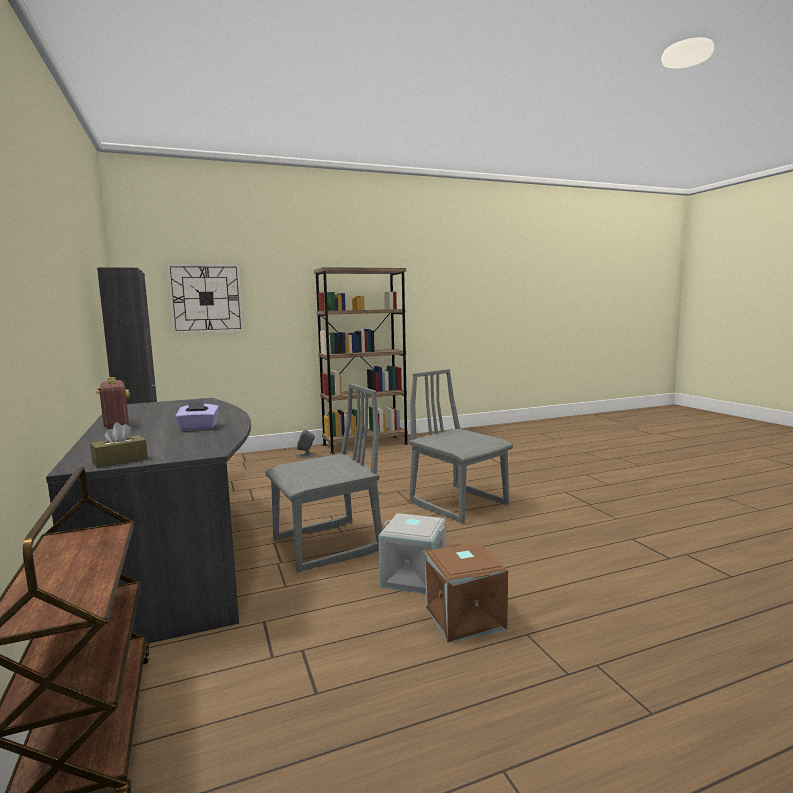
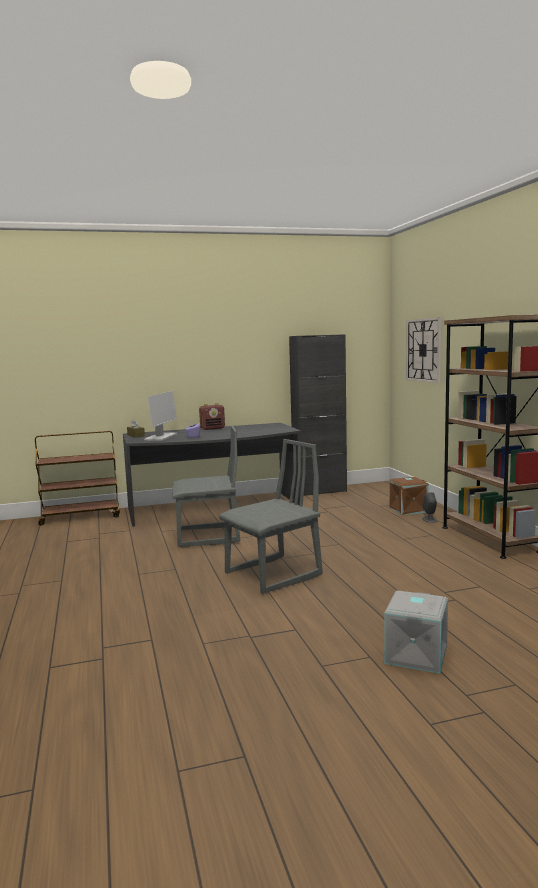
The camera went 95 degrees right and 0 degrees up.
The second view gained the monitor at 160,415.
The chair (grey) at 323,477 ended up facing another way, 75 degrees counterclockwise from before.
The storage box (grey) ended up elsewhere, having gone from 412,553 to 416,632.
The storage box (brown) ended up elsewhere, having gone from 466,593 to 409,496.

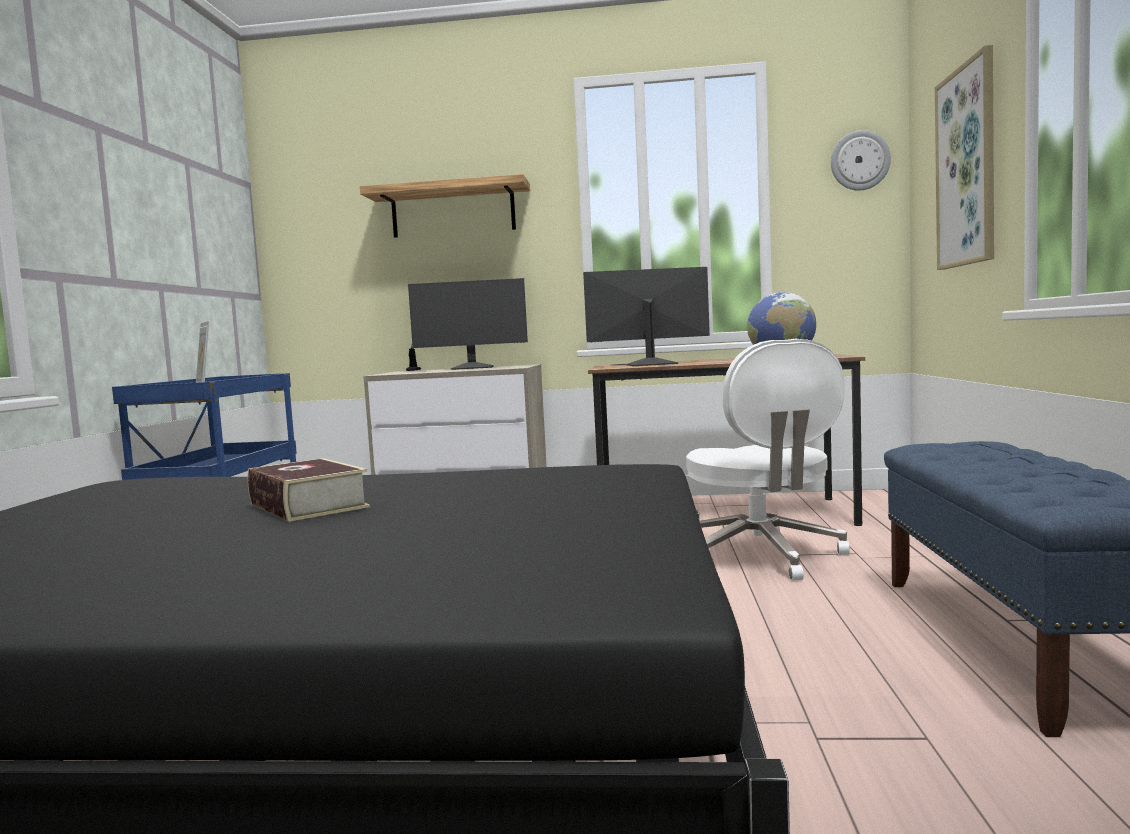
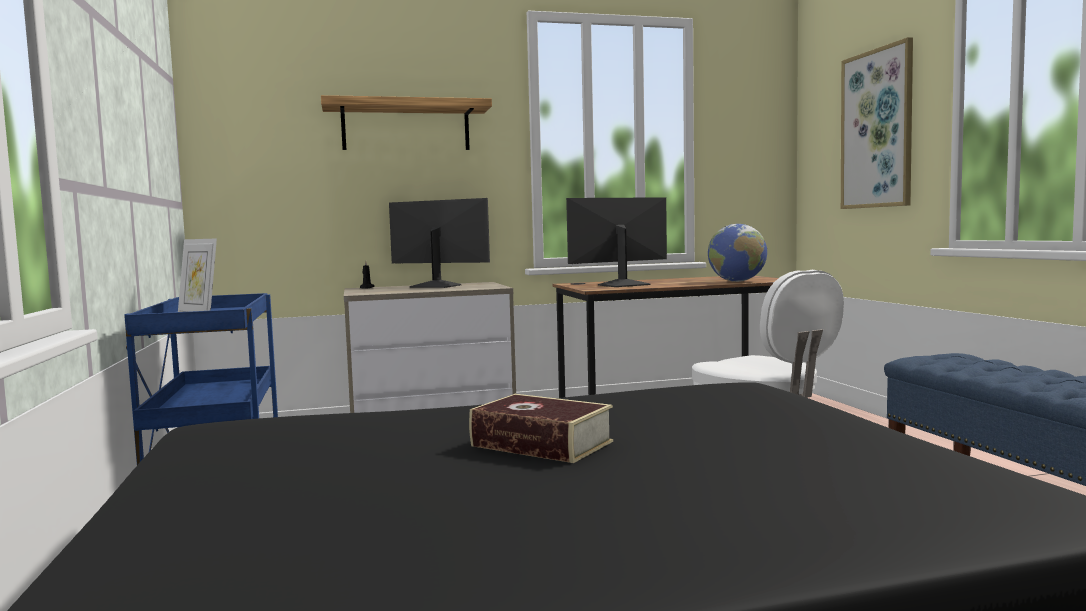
The camera went 20 degrees left and 0 degrees up.
The monitor at 468,324 ended up facing another way, 135 degrees counterclockwise from before.
The second view lost the wall clock at 861,160.

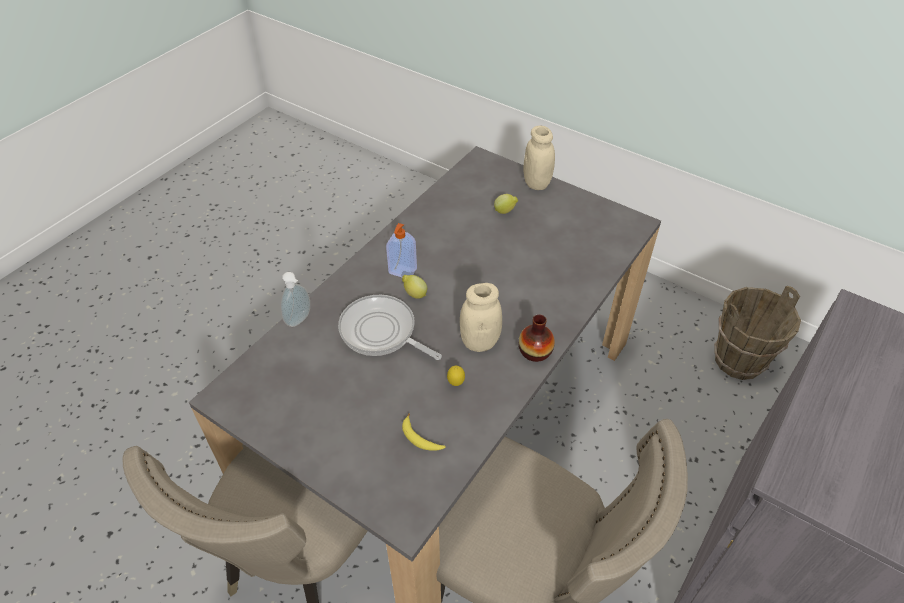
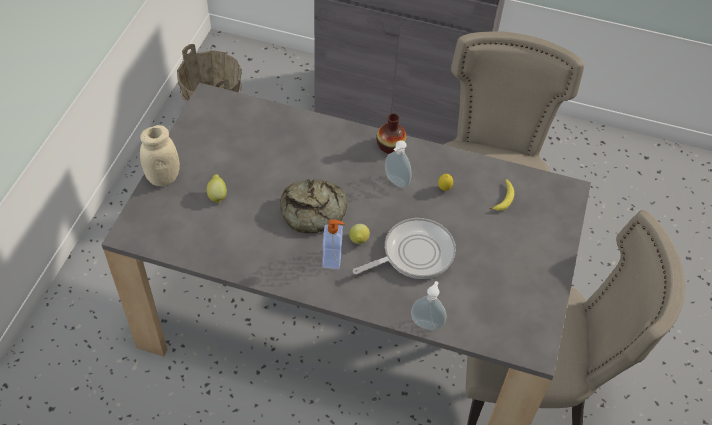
The camera went 110 degrees left and 5 degrees up.
The second view gained the bread at 313,206.
The frying pan at 390,327 ended up facing another way, 135 degrees counterclockwise from before.
Where the jar (beige) stood at 481,317, the soap dispenser came to stand at 398,164.

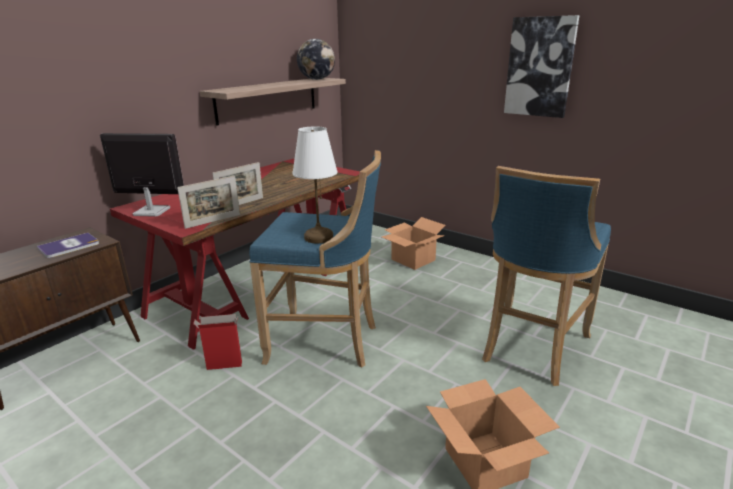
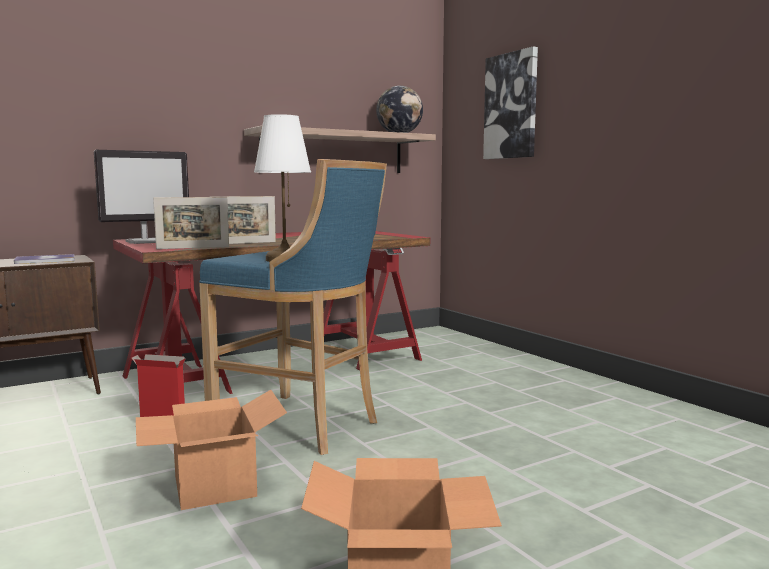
The camera went 20 degrees right and 15 degrees down.
The monitor at 142,175 ended up facing another way, 120 degrees clockwise from before.
The cardboard box ended up elsewhere, having gone from 414,243 to 211,450.
The picture ended up elsewhere, having gone from 542,66 to 510,102.
The second view lost the stool (blue) at 546,276.

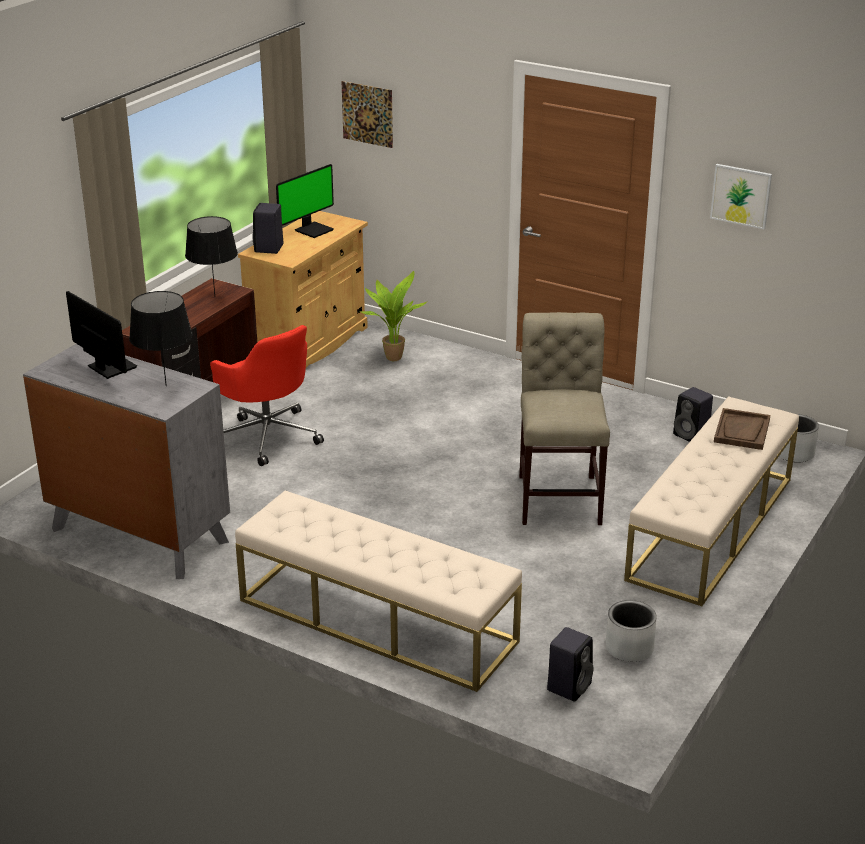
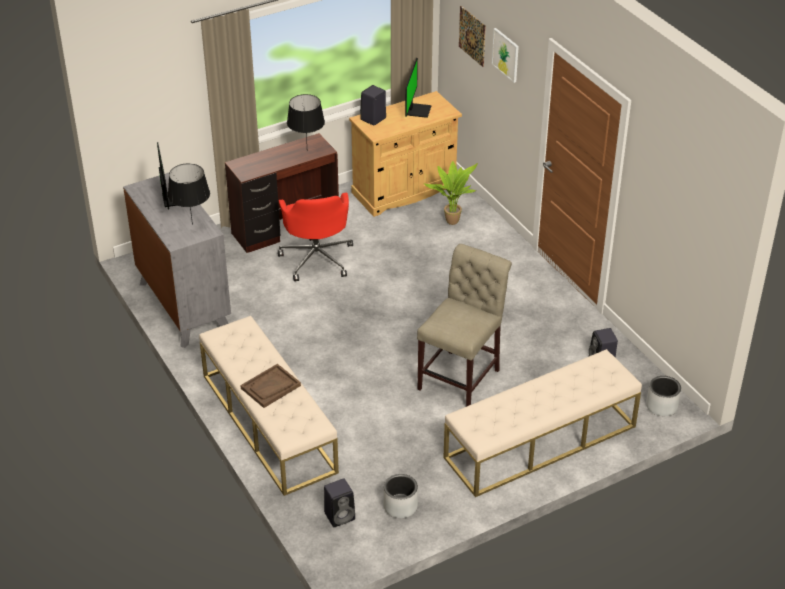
The camera went 30 degrees right and 10 degrees up.
The tray (brown) ended up elsewhere, having gone from 742,429 to 270,386.
The monitor at 305,201 ended up facing another way, 60 degrees counterclockwise from before.
The picture ended up elsewhere, having gone from 741,196 to 505,55.

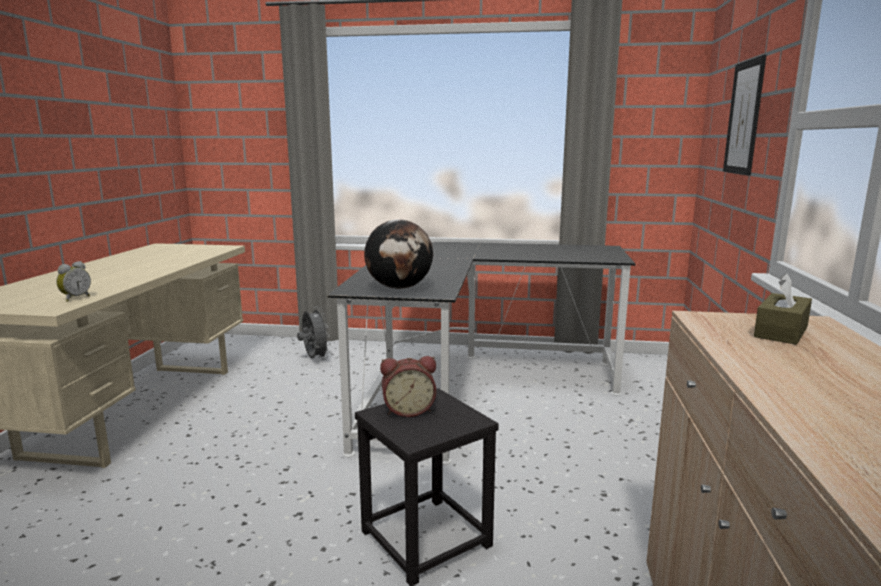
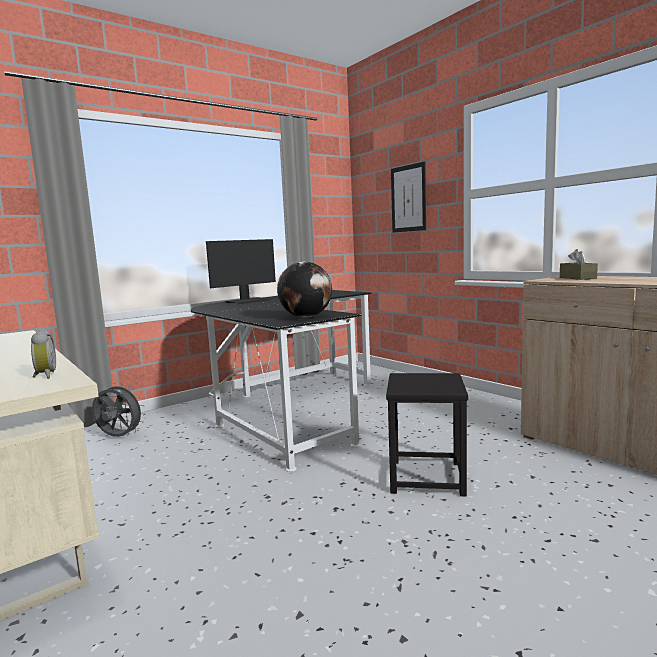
The camera went 45 degrees left and 5 degrees down.
The second view gained the monitor at 241,271.
The second view lost the alarm clock at 408,386.

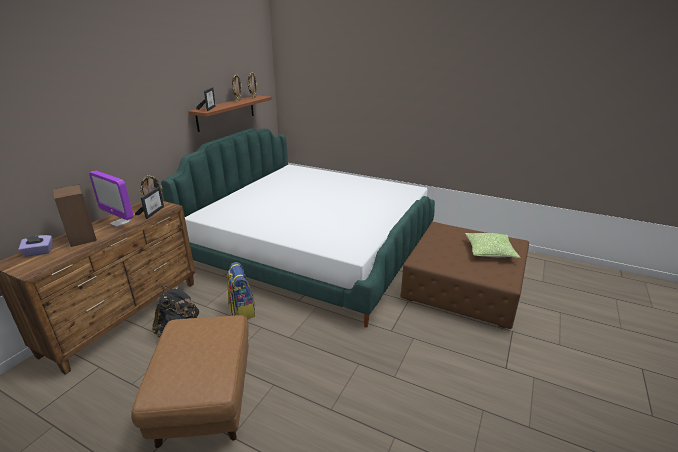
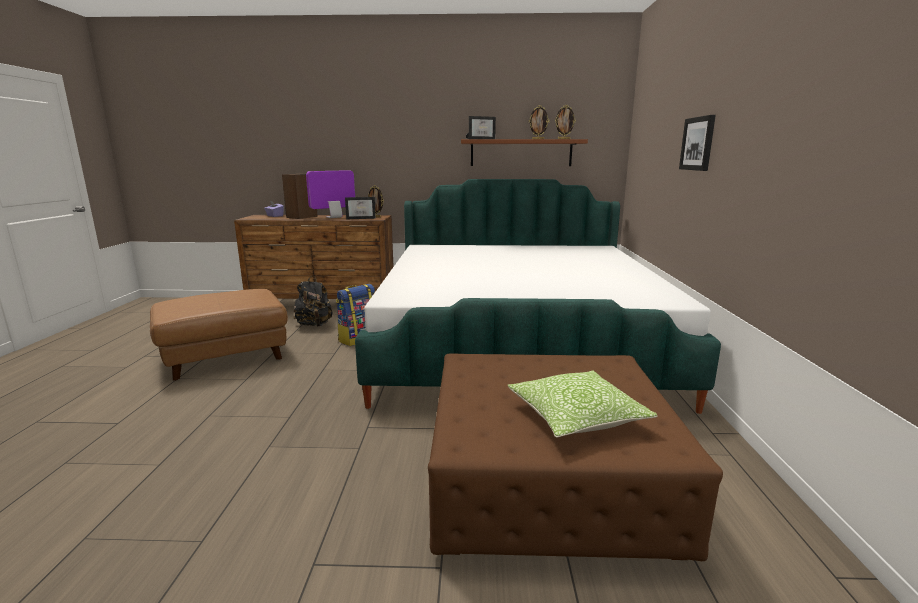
The camera went 65 degrees right and 10 degrees down.
The monitor at 111,199 ended up facing another way, 45 degrees clockwise from before.
The second view gained the picture at 697,143.

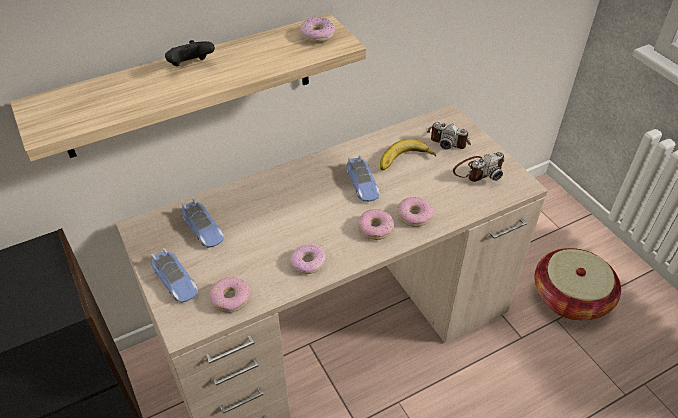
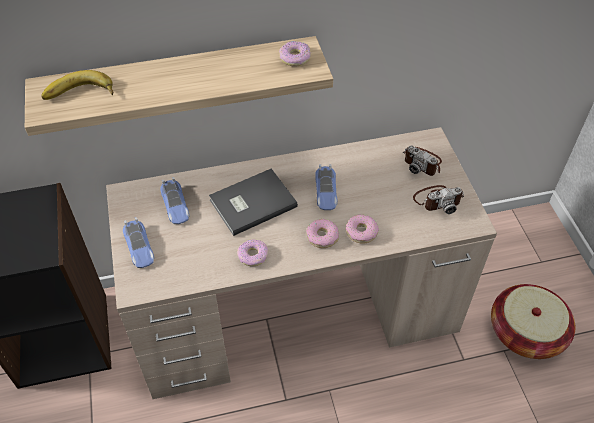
The camera went 15 degrees right and 5 degrees up.
The banana ended up elsewhere, having gone from 408,154 to 77,85.
The second view gained the book (grey) at 253,202.
The second view lost the game controller (black) at 190,53.
The second view lost the donut at 230,295.

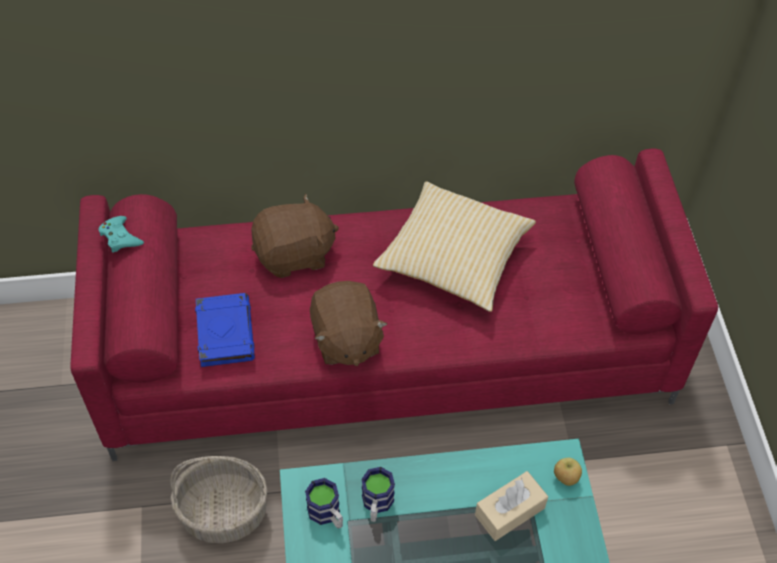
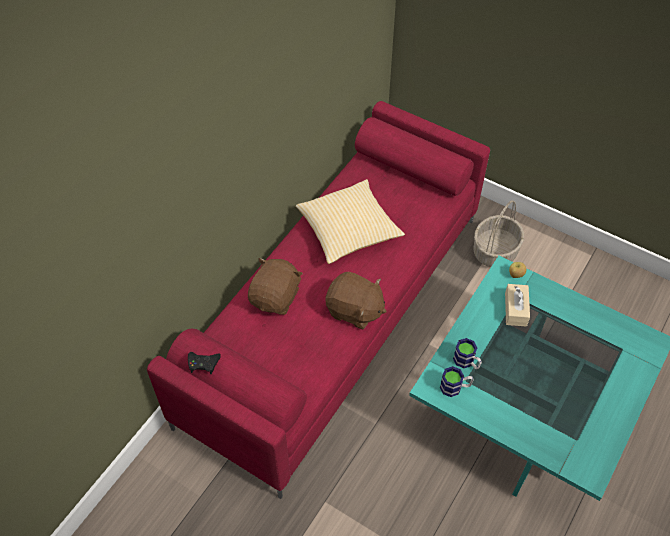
The camera went 50 degrees left and 0 degrees up.
What was the game controller (turquoise) at 121,234 turned into the game controller (black) at 204,363.
The basket ended up elsewhere, having gone from 219,499 to 498,233.
The second view lost the book (blue) at 225,330.

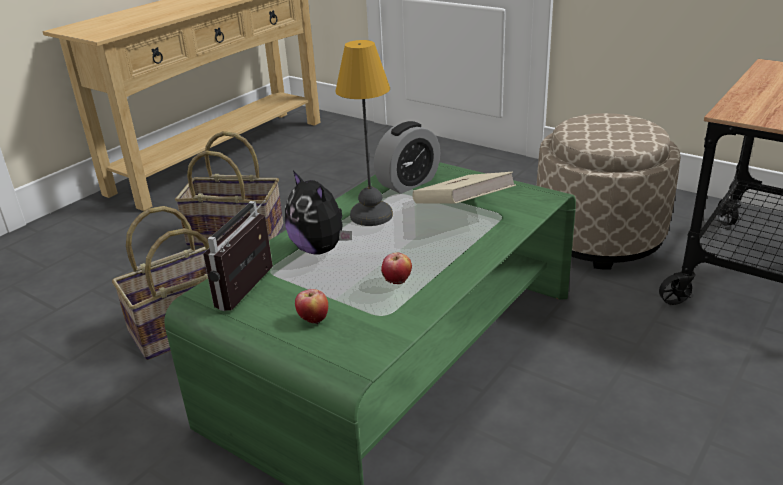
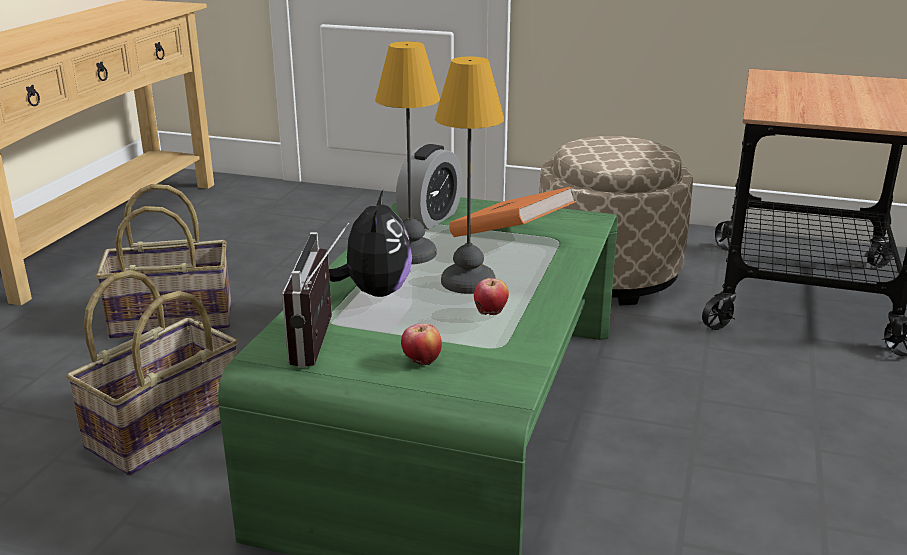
The camera went 20 degrees left and 5 degrees down.
The plush toy at 318,213 ended up facing another way, 120 degrees counterclockwise from before.
The second view gained the table lamp at 469,175.
What was the book (beige) at 464,188 turned into the book (orange) at 512,212.

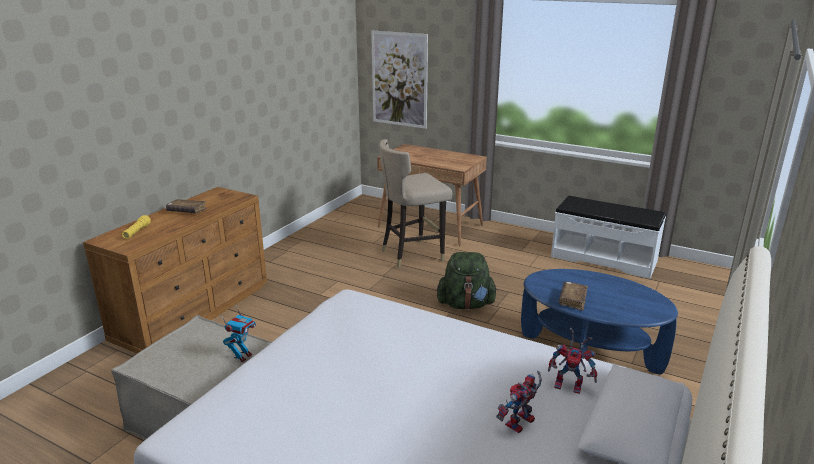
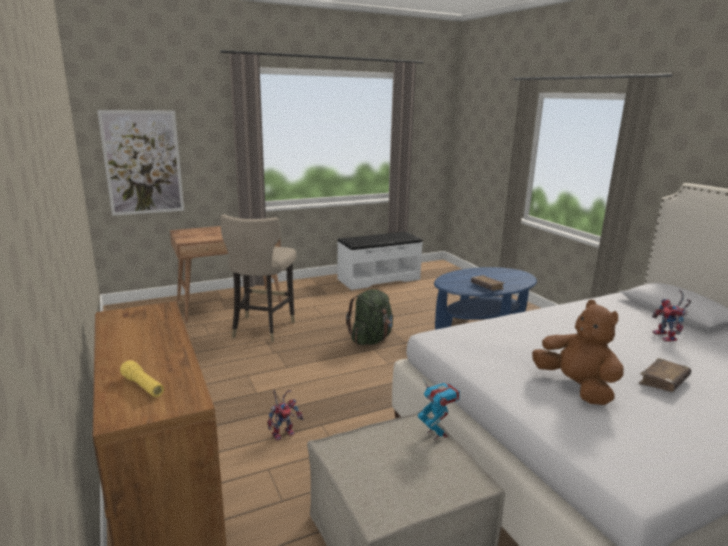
The camera went 55 degrees left and 5 degrees down.
The toy robot ended up elsewhere, having gone from 572,361 to 285,415.
The second view gained the plush toy (brown) at 578,352.
The book (brown) ended up elsewhere, having gone from 186,206 to 665,375.

